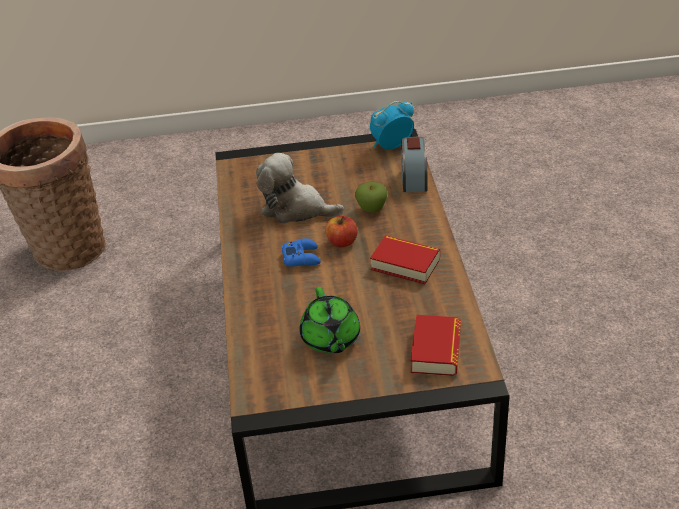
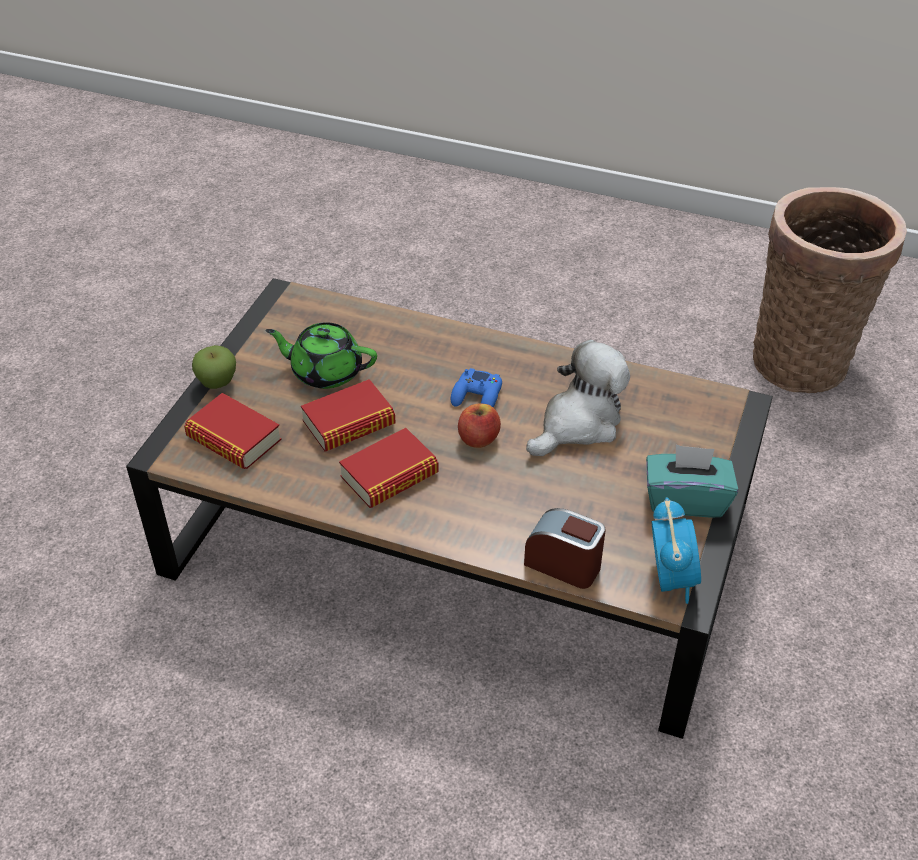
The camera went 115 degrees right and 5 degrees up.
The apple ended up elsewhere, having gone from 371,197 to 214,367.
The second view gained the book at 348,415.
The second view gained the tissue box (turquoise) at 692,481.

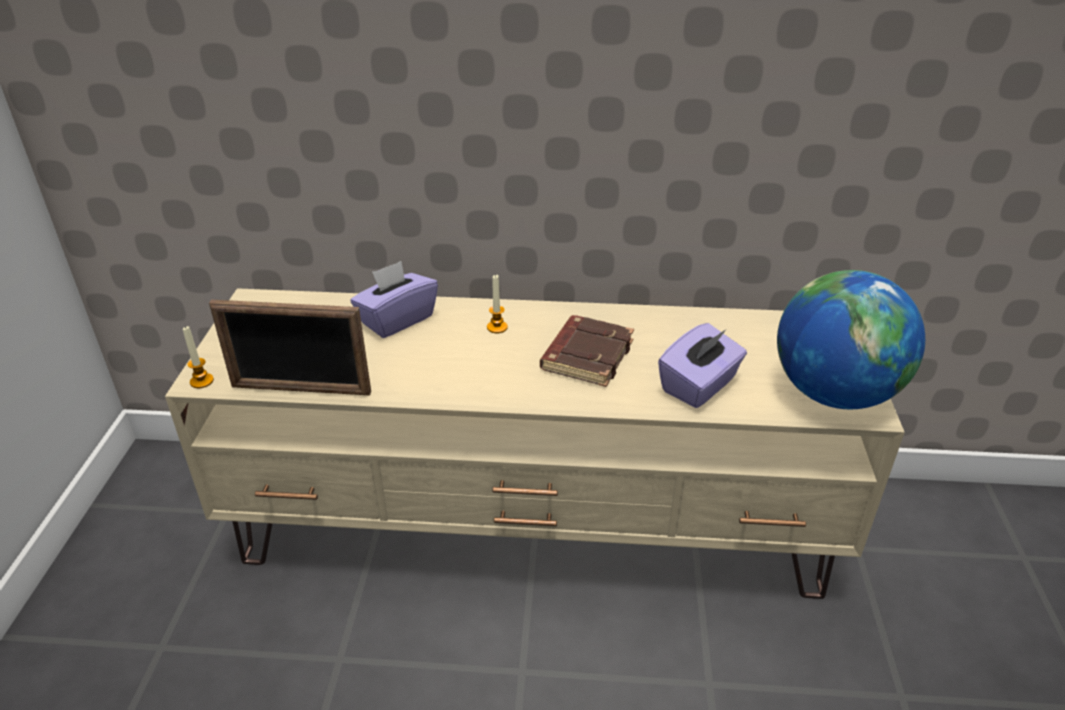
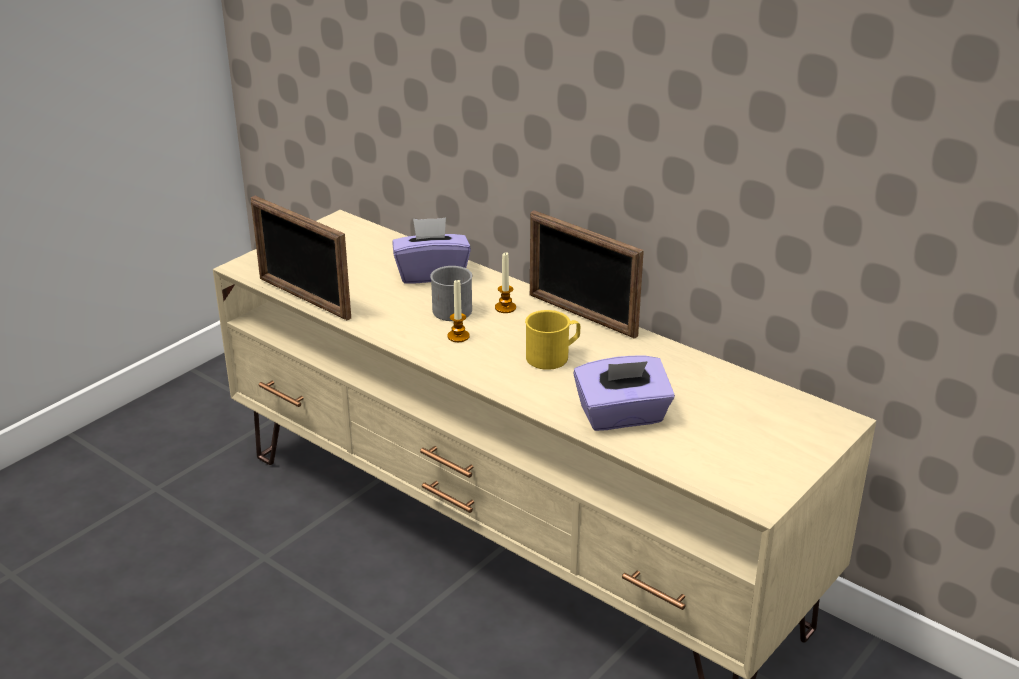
The camera went 35 degrees right and 5 degrees down.
The second view gained the mug (grey) at 451,293.
The candle ended up elsewhere, having gone from 198,357 to 458,311.
Where the book (brown) stood at 587,351, the mug (yellow) came to stand at 552,340.
The second view gained the picture frame at 587,274.
The second view lost the globe at 851,340.

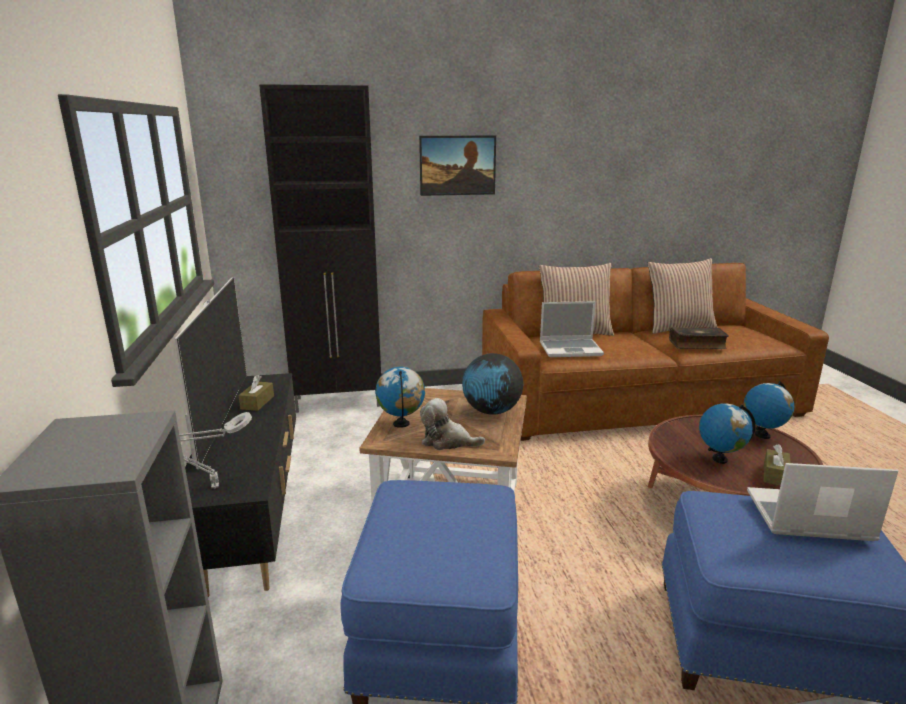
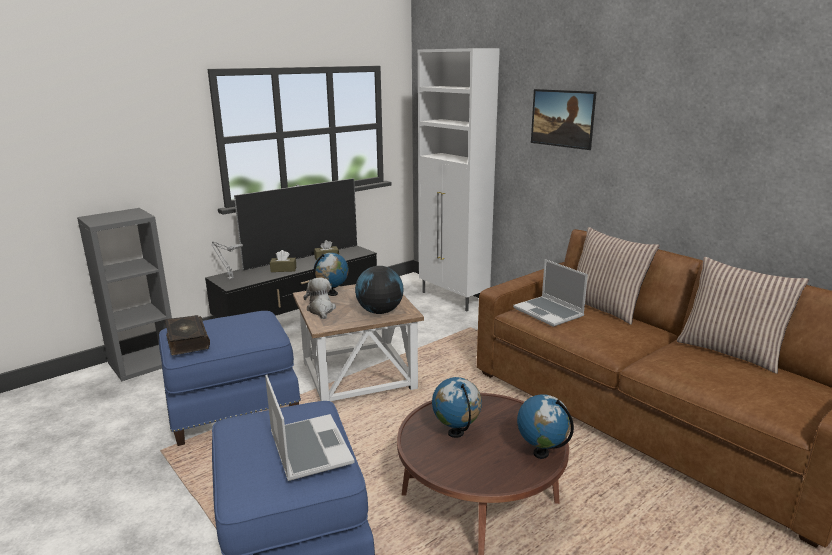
The camera went 60 degrees right and 0 degrees up.
The book ended up elsewhere, having gone from 699,338 to 187,335.
The tissue box (brown) ended up elsewhere, having gone from 777,465 to 283,261.
What was the cabinet (black) at 320,248 turned into the cabinet (white) at 459,180.

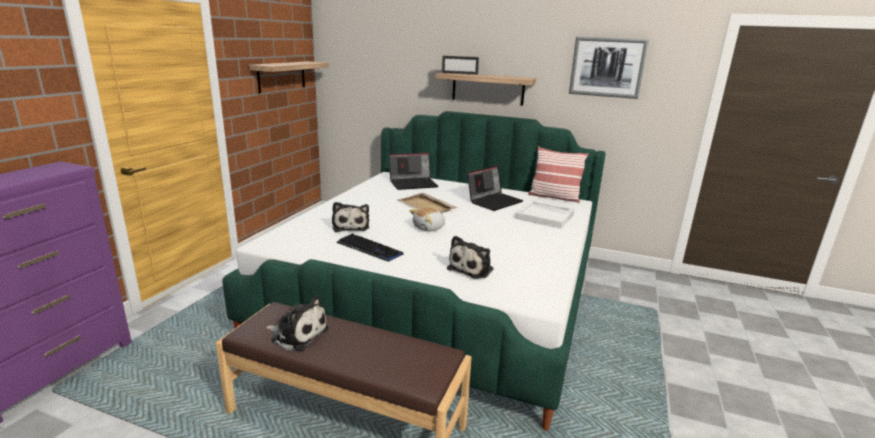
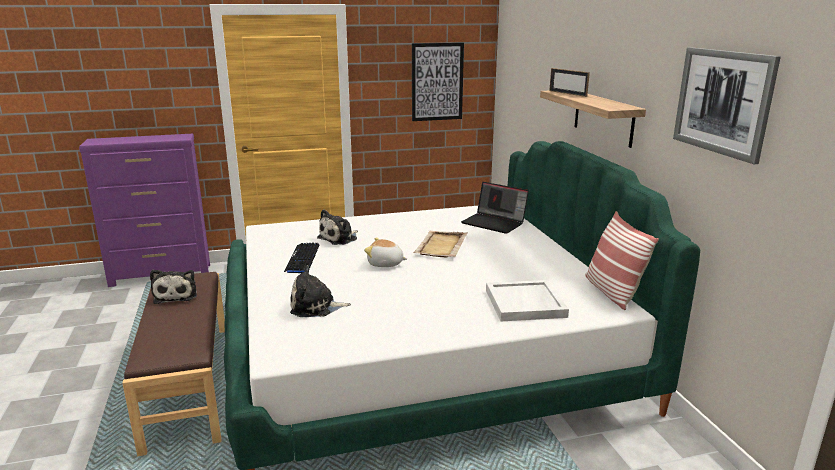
The camera went 55 degrees right and 0 degrees up.
Where the shelf hung at 289,77, the picture came to hang at 438,82.
The second view lost the laptop at 495,188.

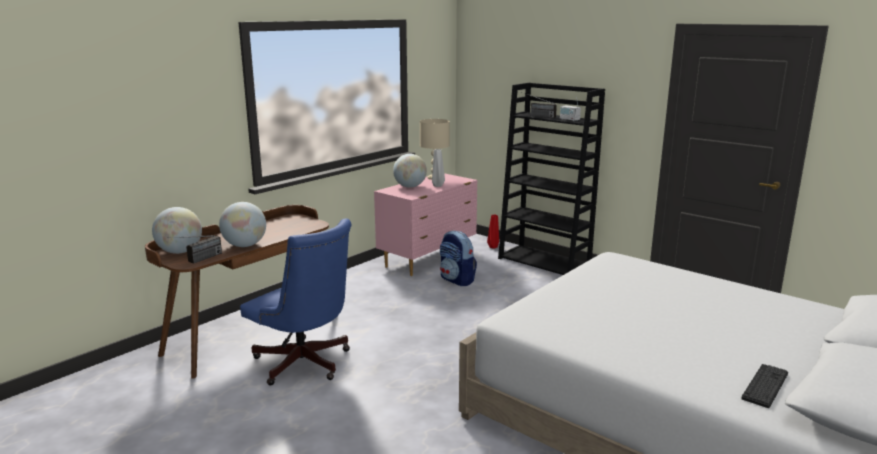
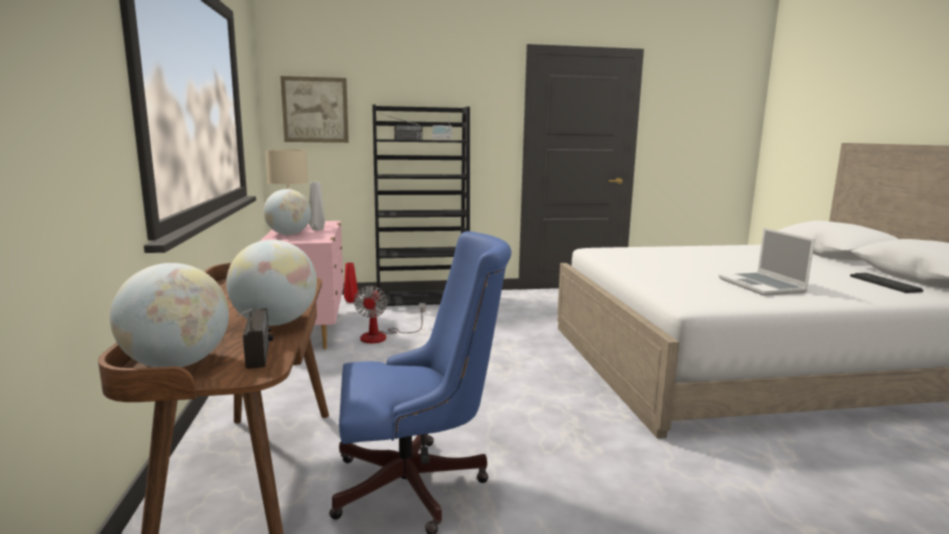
The camera went 50 degrees left and 5 degrees down.
The second view gained the picture at 314,109.
Where the backpack stood at 458,258, the fan came to stand at 390,314.
The second view gained the laptop at 767,262.

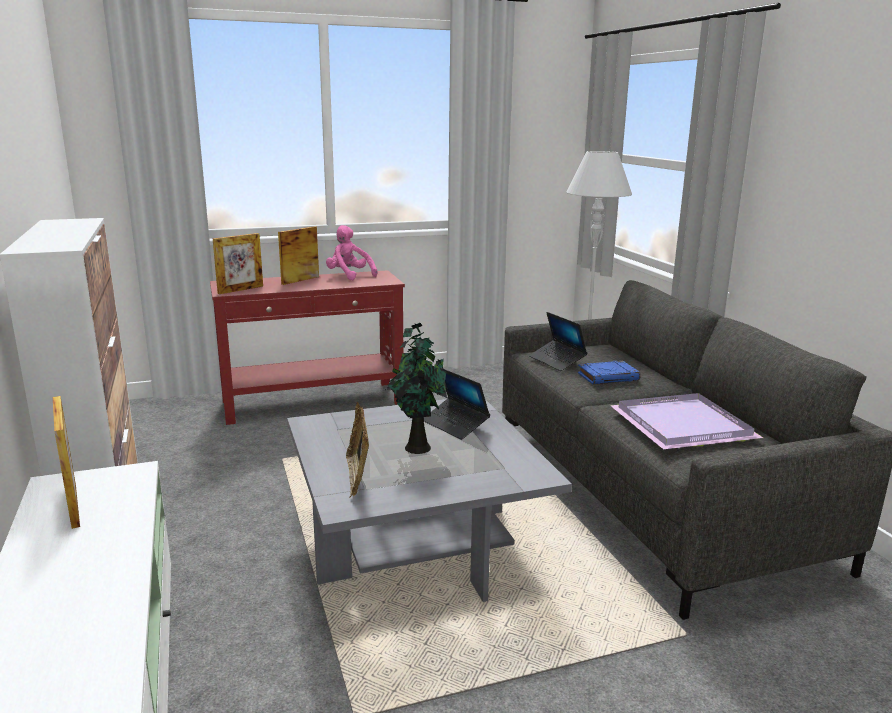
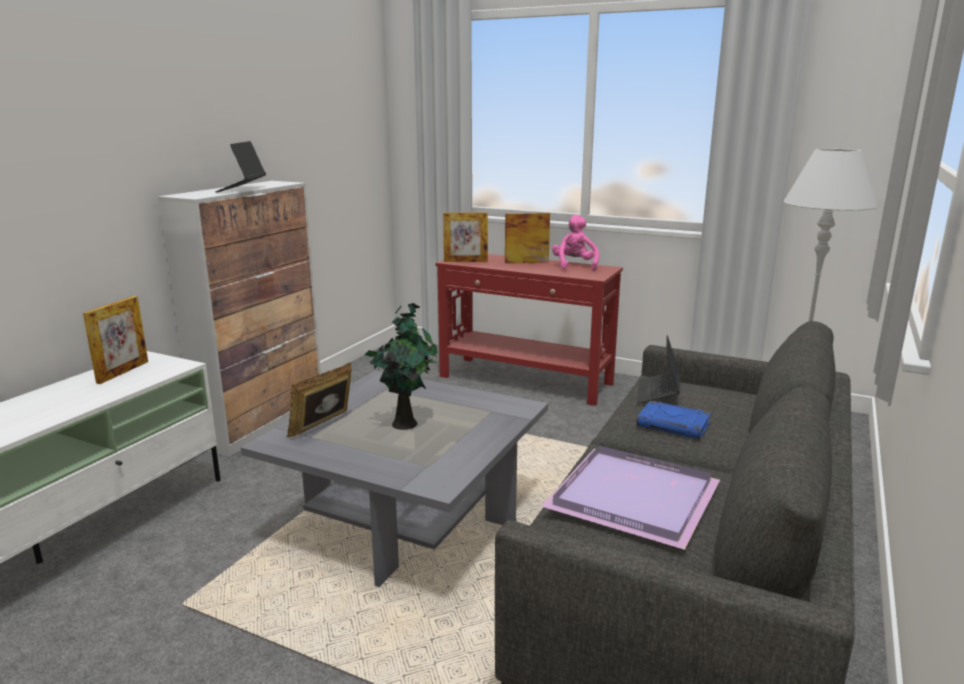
The camera went 45 degrees right and 0 degrees up.
The laptop ended up elsewhere, having gone from 456,404 to 240,166.

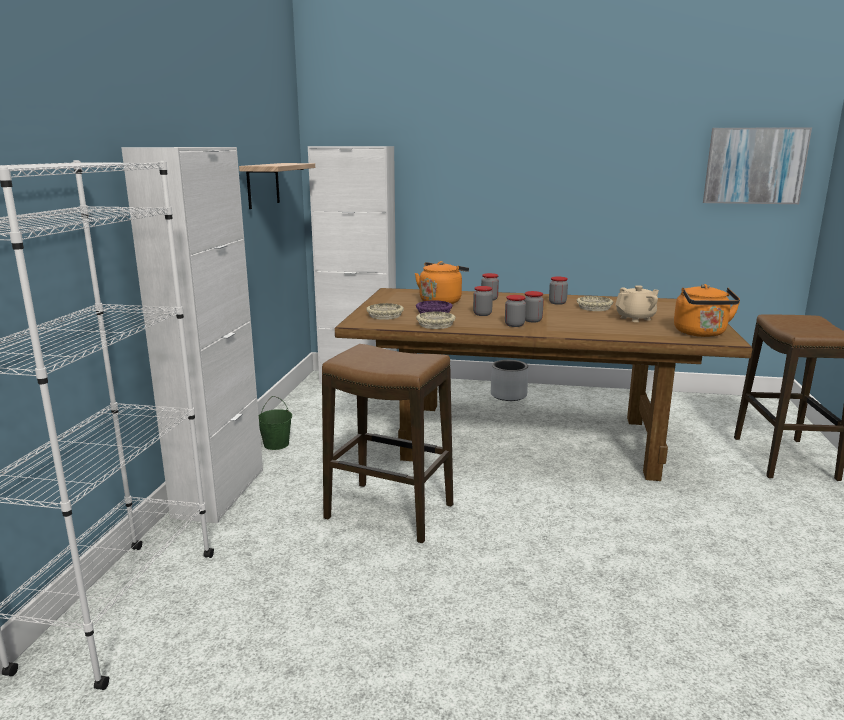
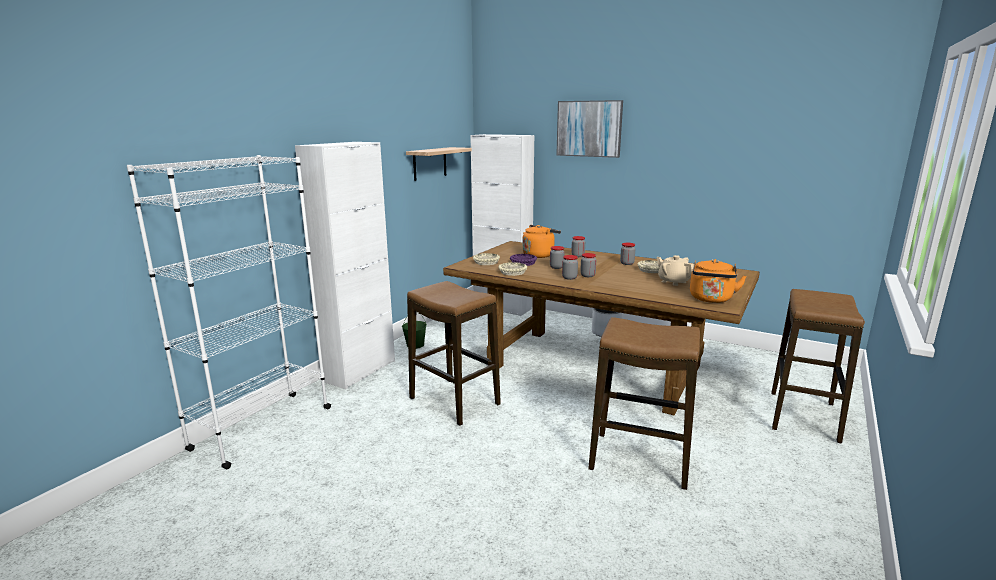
The camera went 20 degrees right and 0 degrees up.
The picture ended up elsewhere, having gone from 757,165 to 589,129.
The second view gained the stool at 644,403.
The teapot (beige) at 637,303 ended up facing another way, 120 degrees counterclockwise from before.

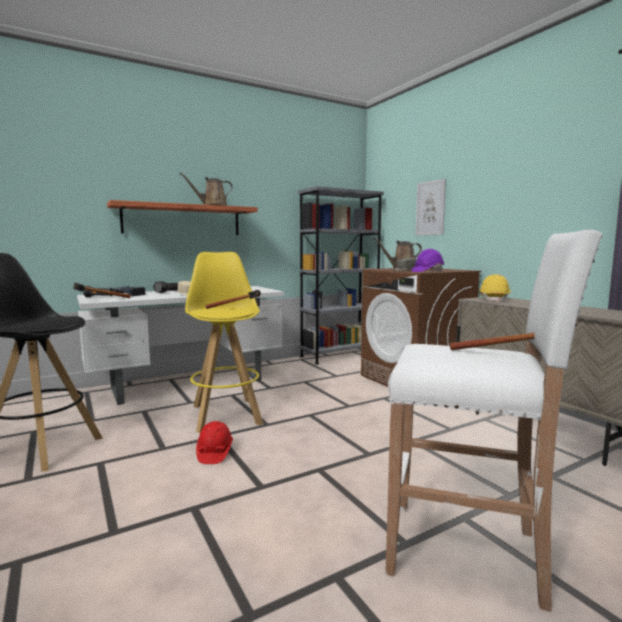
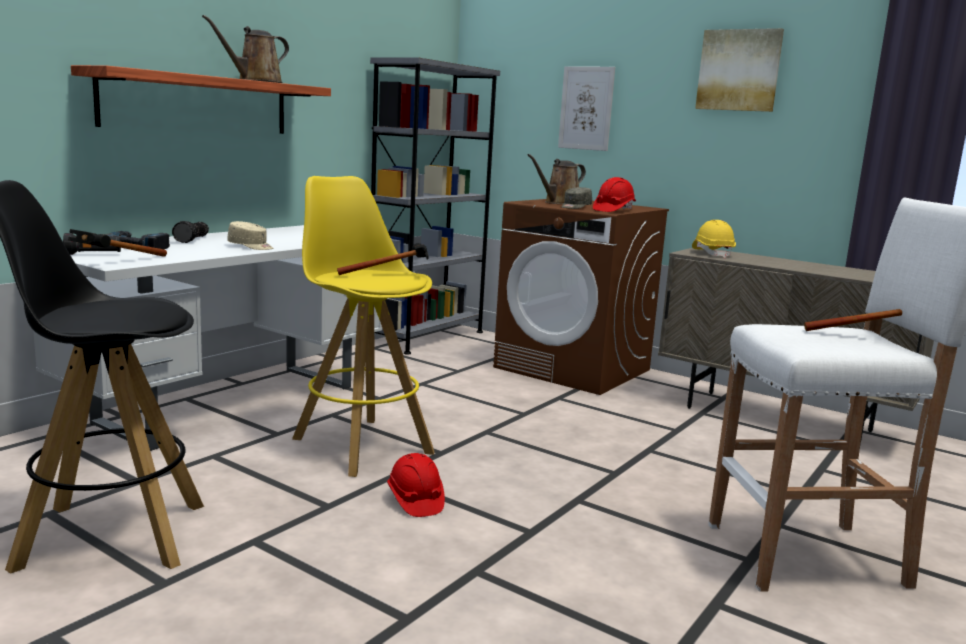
The camera went 25 degrees left and 5 degrees up.
What was the hard hat (purple) at 427,260 turned into the hard hat (red) at 614,194.
The second view gained the picture at 739,70.

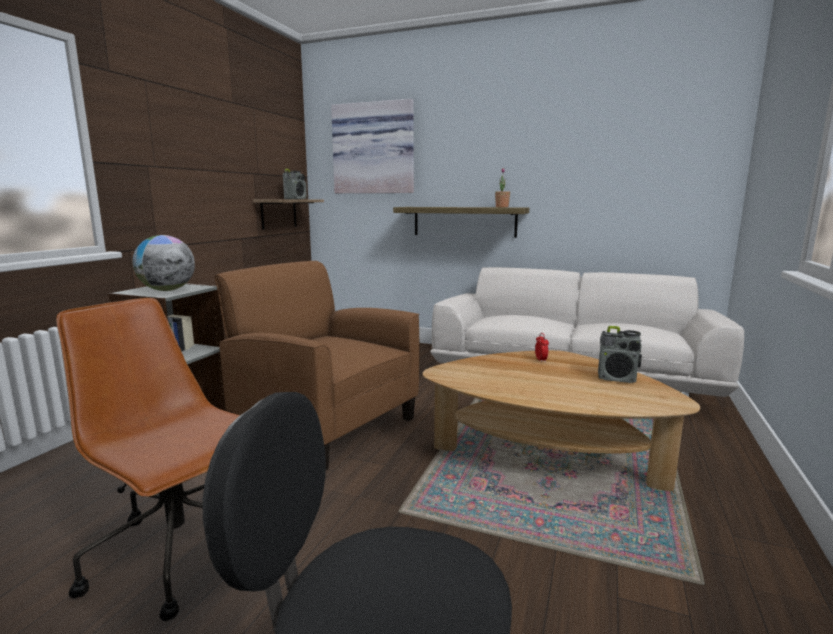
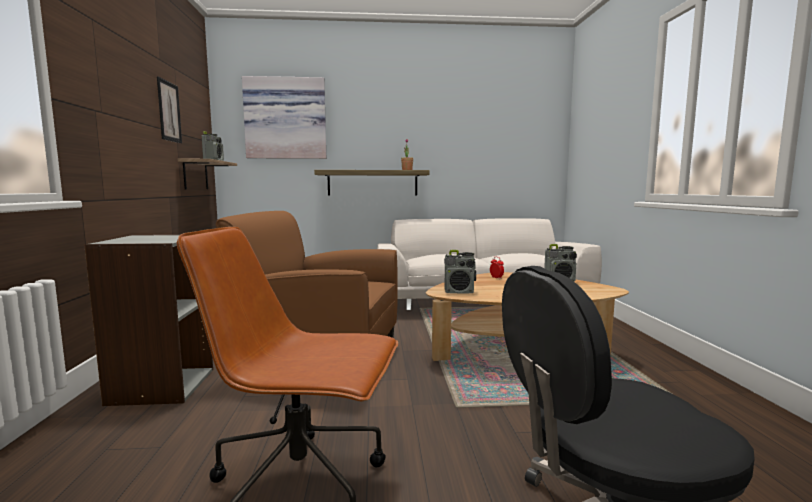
The camera went 25 degrees left and 5 degrees down.
The second view gained the picture at 169,110.
The second view gained the radio at 460,272.
The second view lost the globe at 163,263.

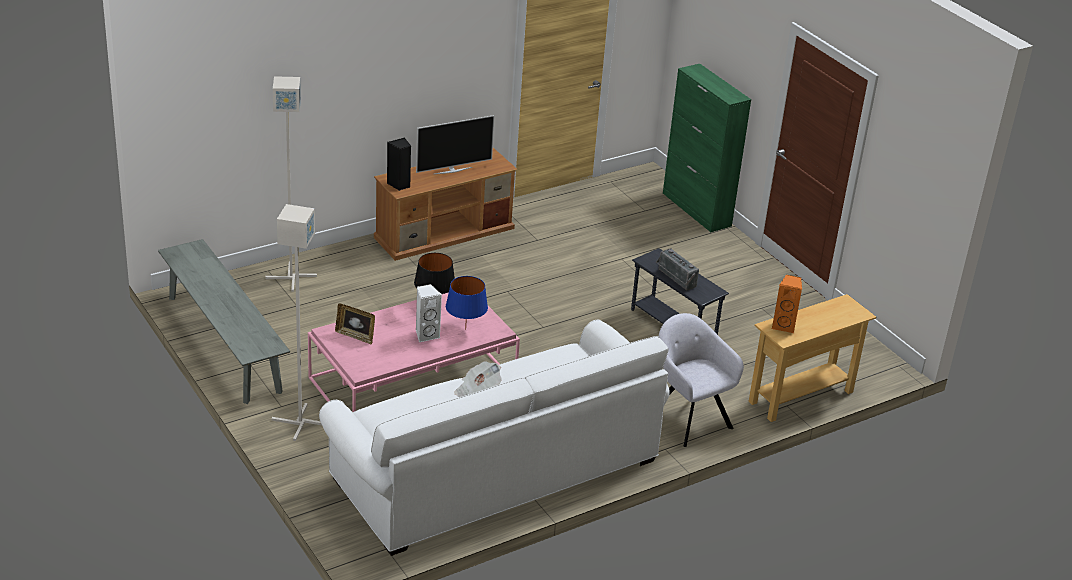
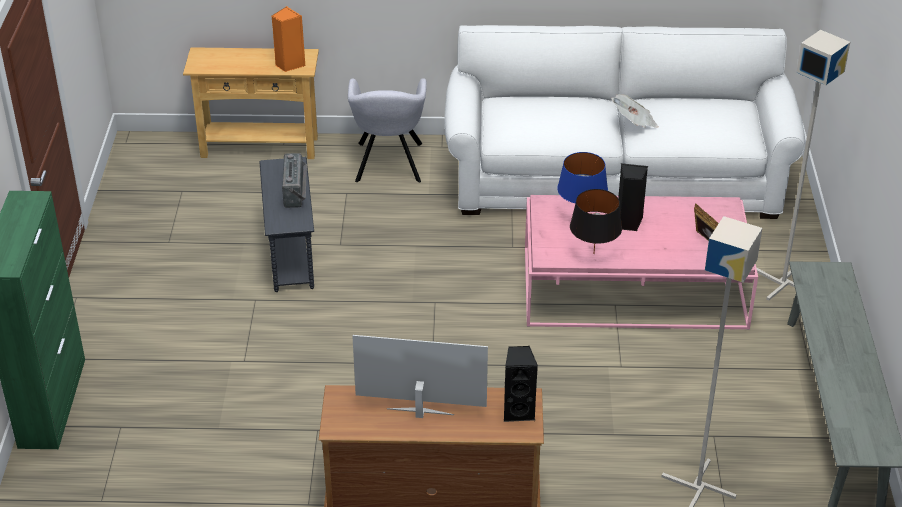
The camera went 145 degrees left and 5 degrees up.
What was the speaker (white) at 429,313 turned into the speaker (black) at 633,197.

